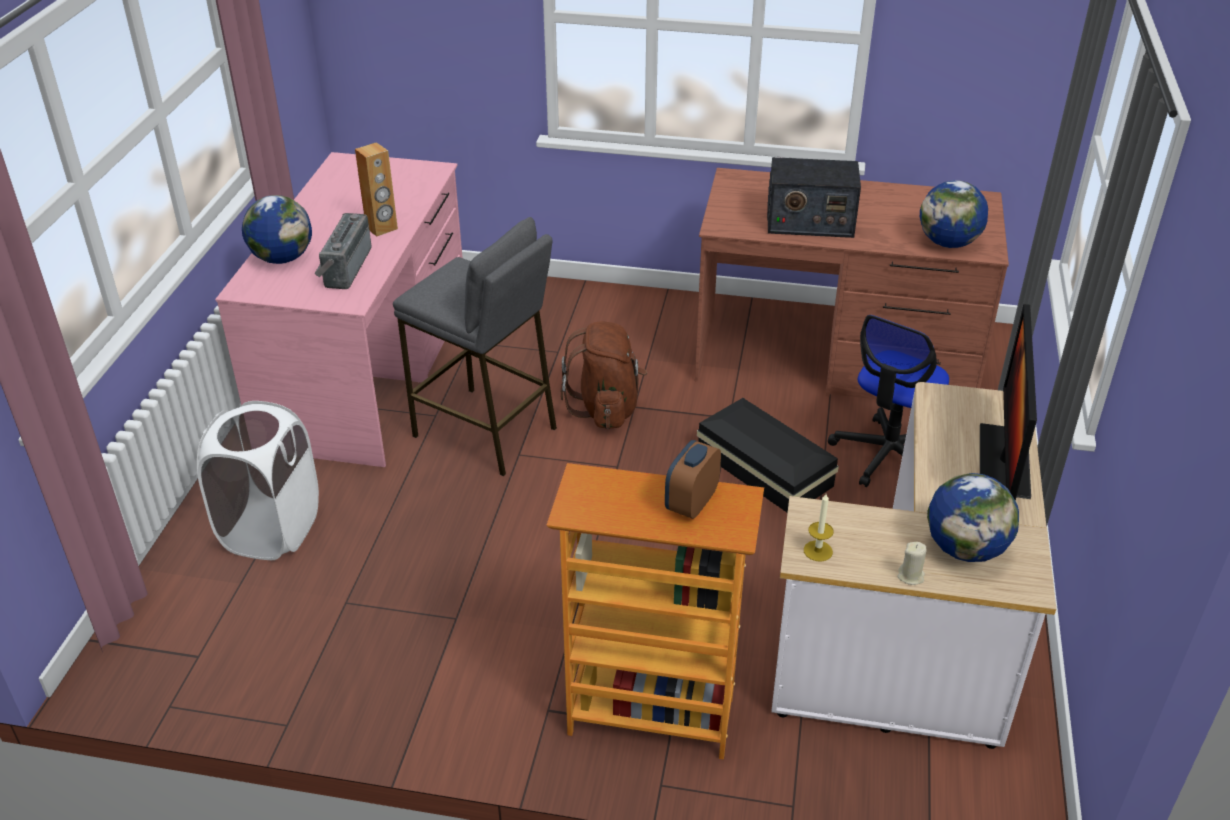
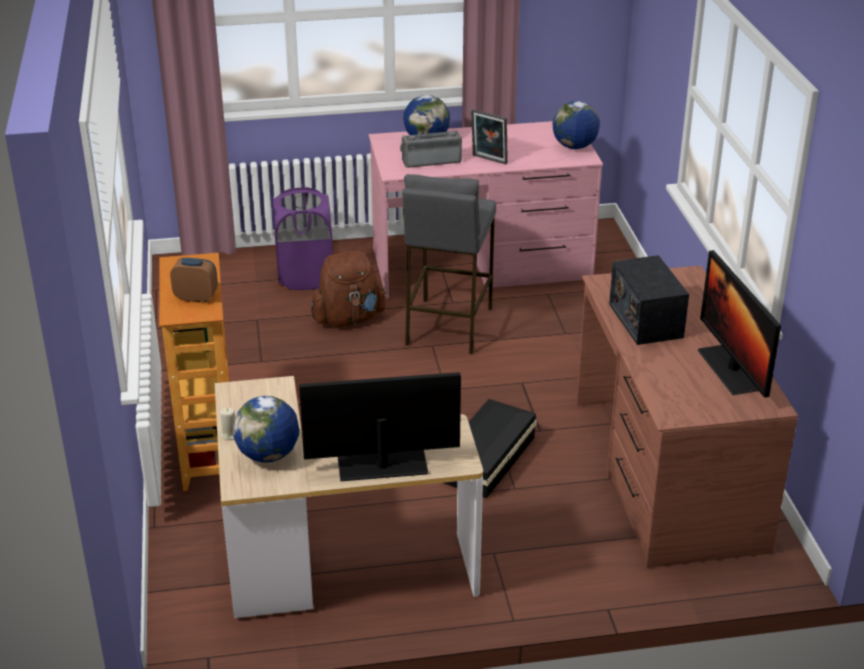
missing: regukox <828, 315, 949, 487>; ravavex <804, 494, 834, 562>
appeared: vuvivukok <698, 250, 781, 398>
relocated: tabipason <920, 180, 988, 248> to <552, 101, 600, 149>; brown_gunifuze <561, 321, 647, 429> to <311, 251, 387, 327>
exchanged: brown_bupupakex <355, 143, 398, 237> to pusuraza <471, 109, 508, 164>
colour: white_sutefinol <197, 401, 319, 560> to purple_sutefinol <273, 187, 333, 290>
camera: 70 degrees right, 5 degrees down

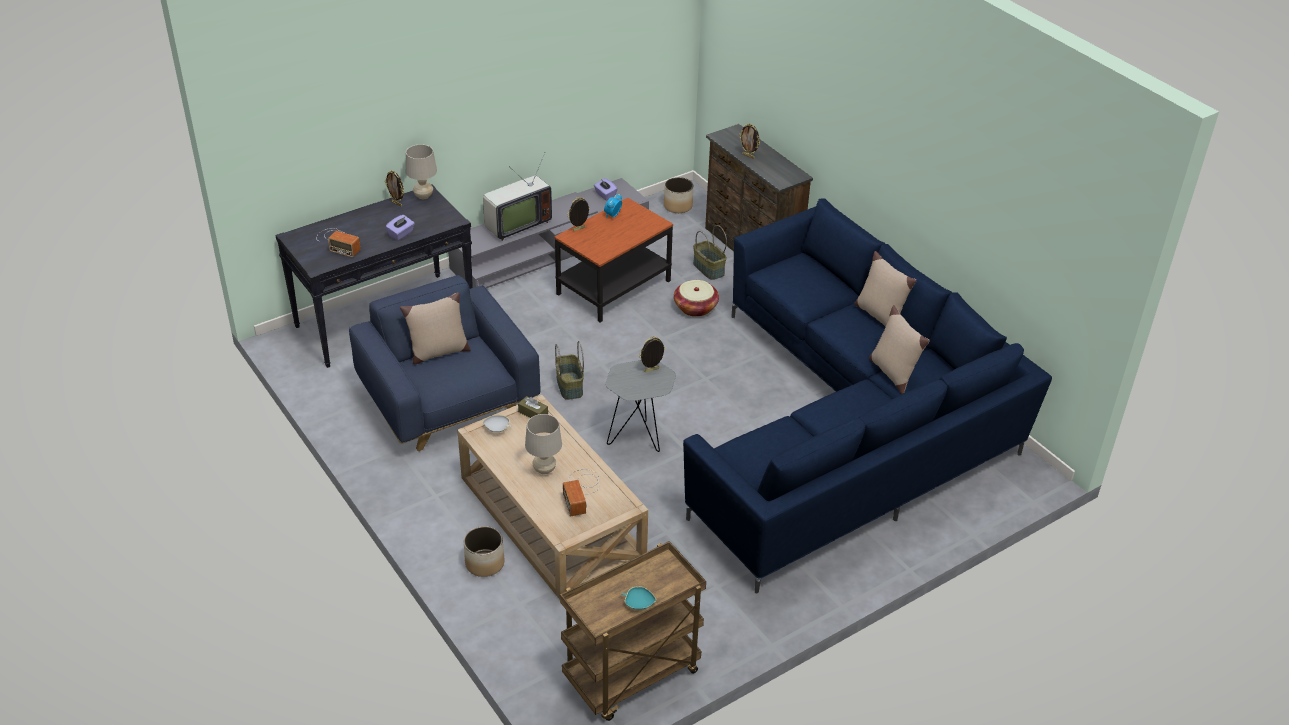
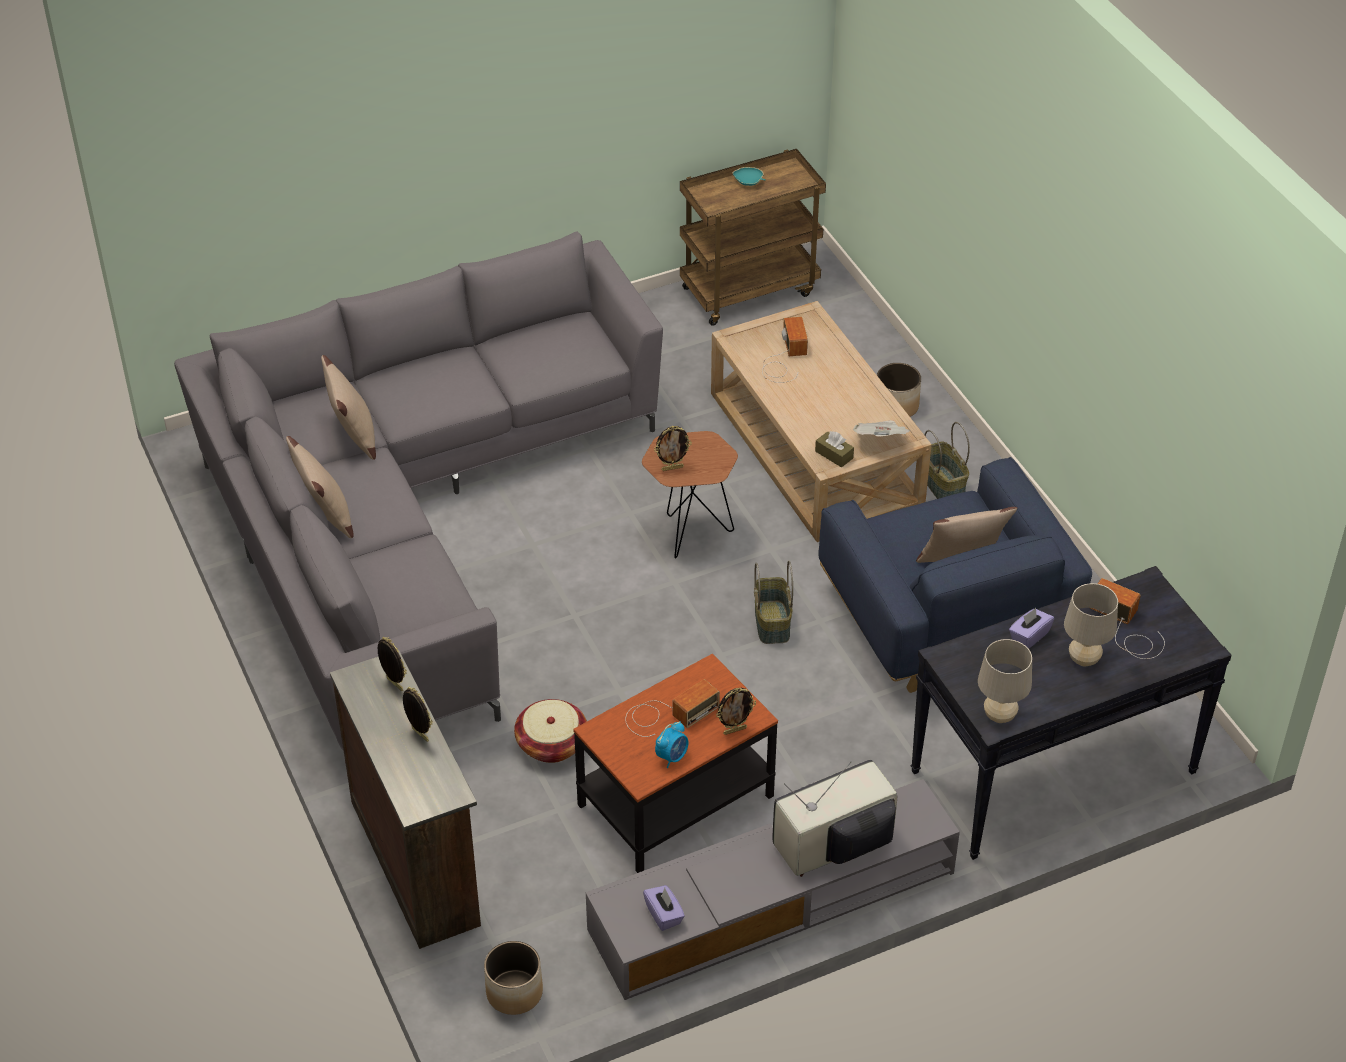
appeared: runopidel <625, 679, 720, 737>
relocated: pusuraza <385, 170, 404, 207> to <378, 637, 407, 691>; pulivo <693, 225, 727, 280> to <924, 422, 970, 499>; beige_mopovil <525, 414, 562, 475> to <1064, 583, 1118, 667>
exchanged: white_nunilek <483, 415, 512, 432> to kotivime <852, 420, 910, 437>
colour: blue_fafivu <683, 198, 1052, 594> to grey_fafivu <174, 231, 663, 749>; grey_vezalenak <605, 360, 676, 452> to brown_vezalenak <642, 431, 738, 559>
camera: 170 degrees left, 5 degrees up

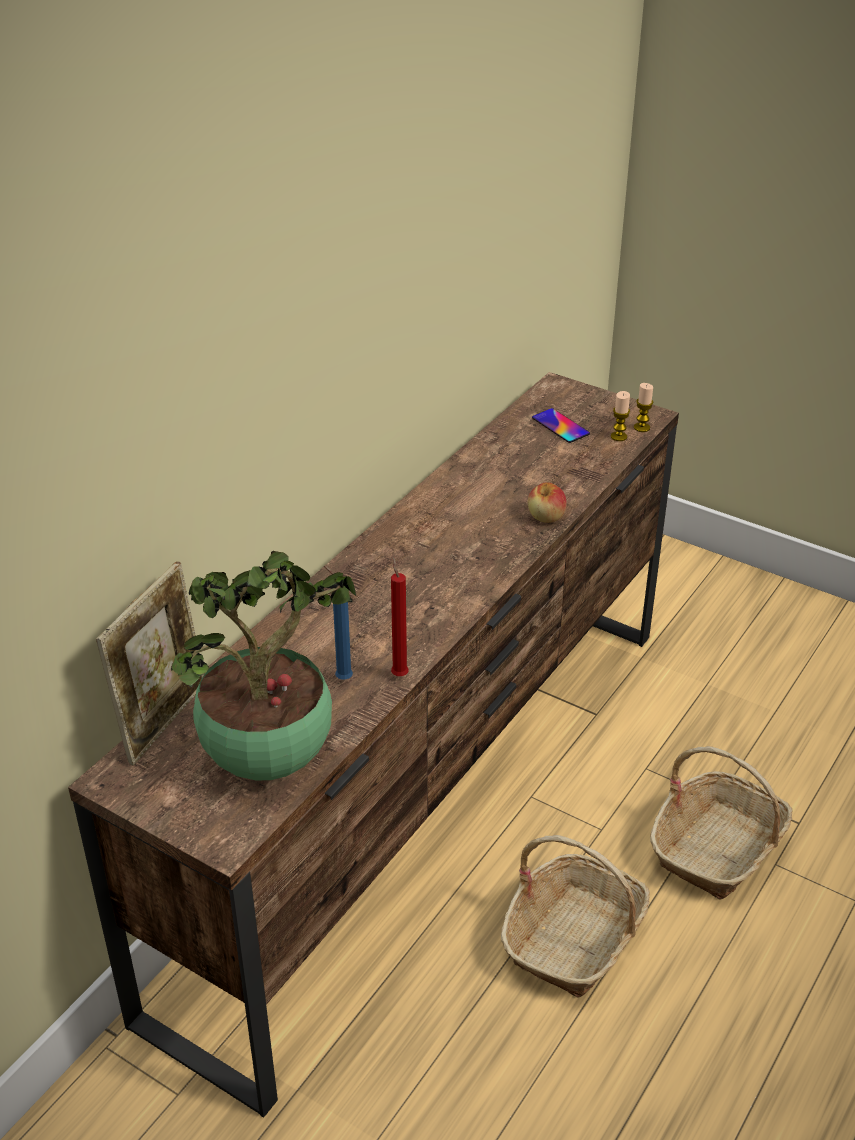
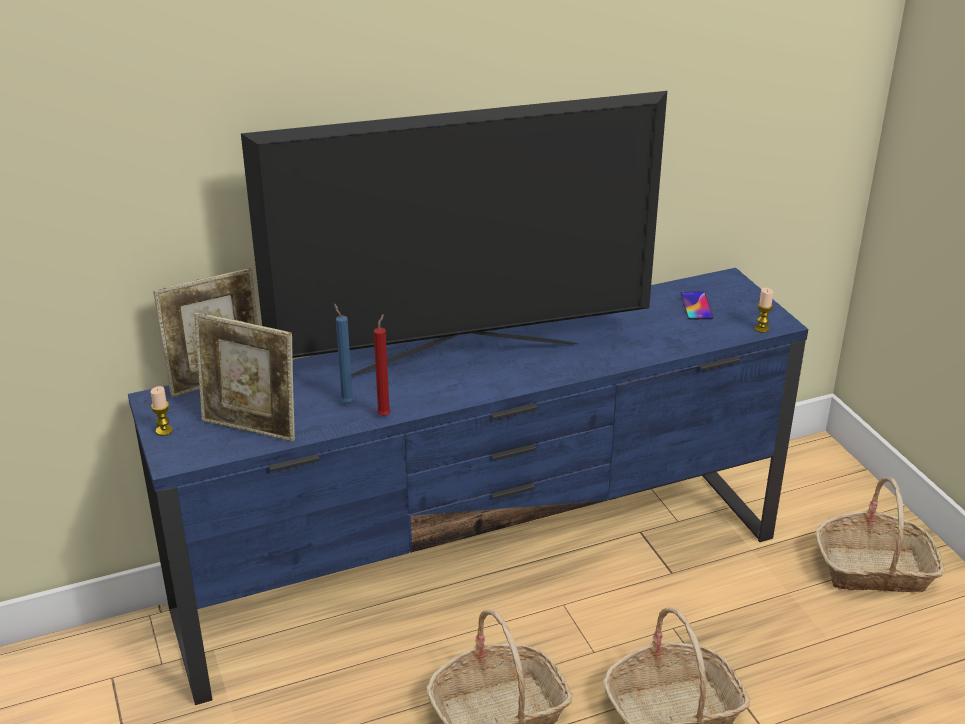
missing: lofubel <528, 482, 567, 523>
appeared: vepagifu <241, 91, 667, 377>; pulivo <816, 477, 945, 592>
relocated: ravavex <611, 391, 630, 441> to <151, 386, 173, 436>
exchanged: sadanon <171, 551, 356, 781> to pusuraza <194, 312, 295, 441>
colour: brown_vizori <68, 372, 679, 1118> to blue_vizori <128, 268, 808, 705>
camera: 35 degrees right, 5 degrees down

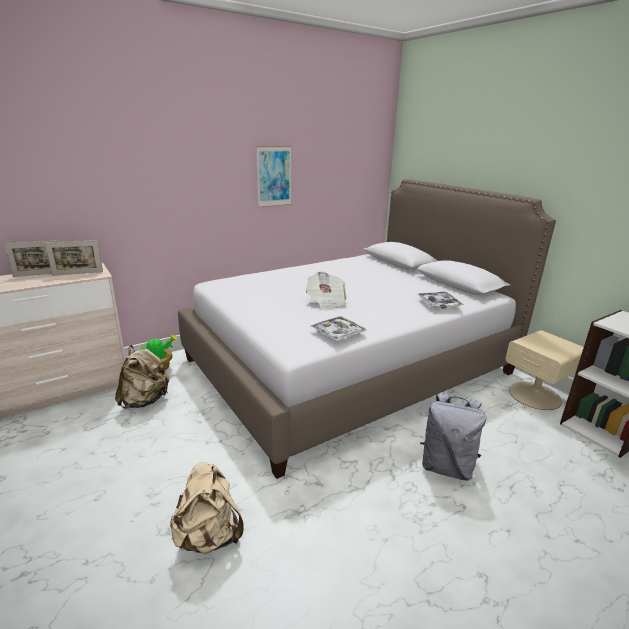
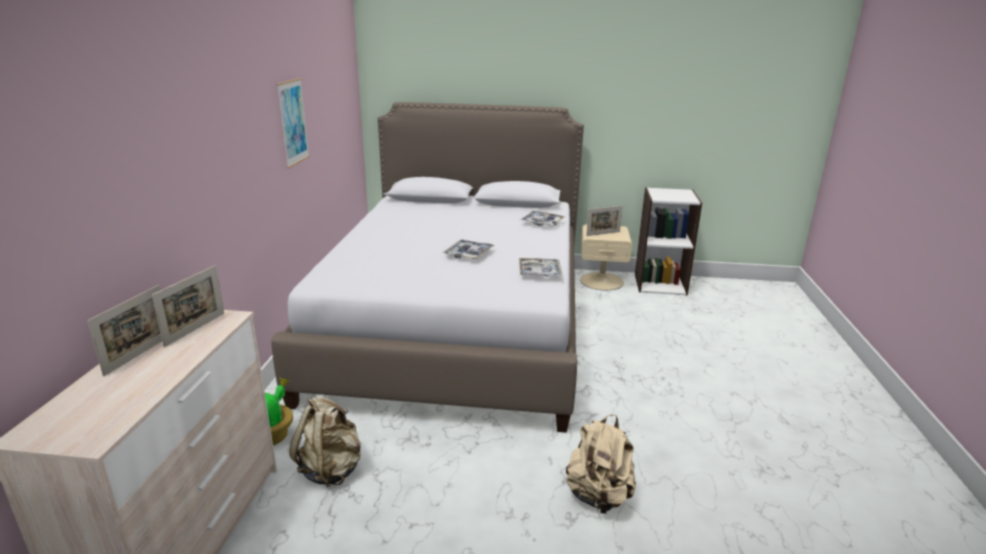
missing: grey_gunifuze <420, 393, 486, 480>
appeared: pusuraza <586, 206, 623, 236>
exchanged: kotivime <306, 271, 347, 311> to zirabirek <443, 240, 495, 259>
camera: 50 degrees left, 0 degrees up

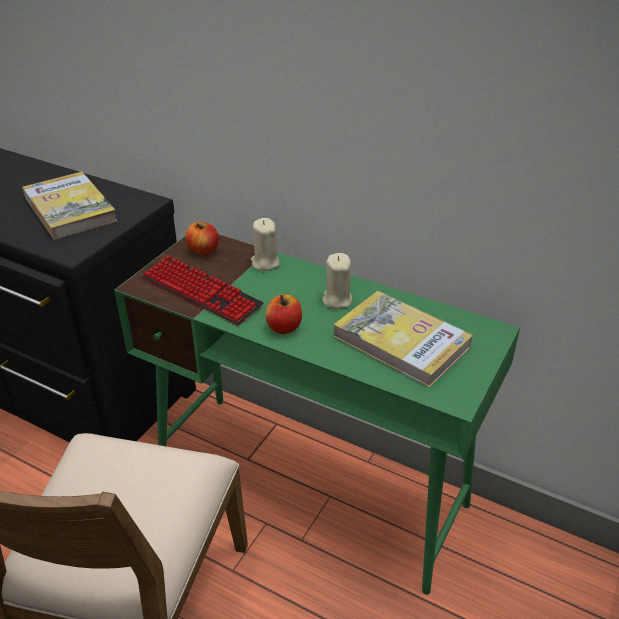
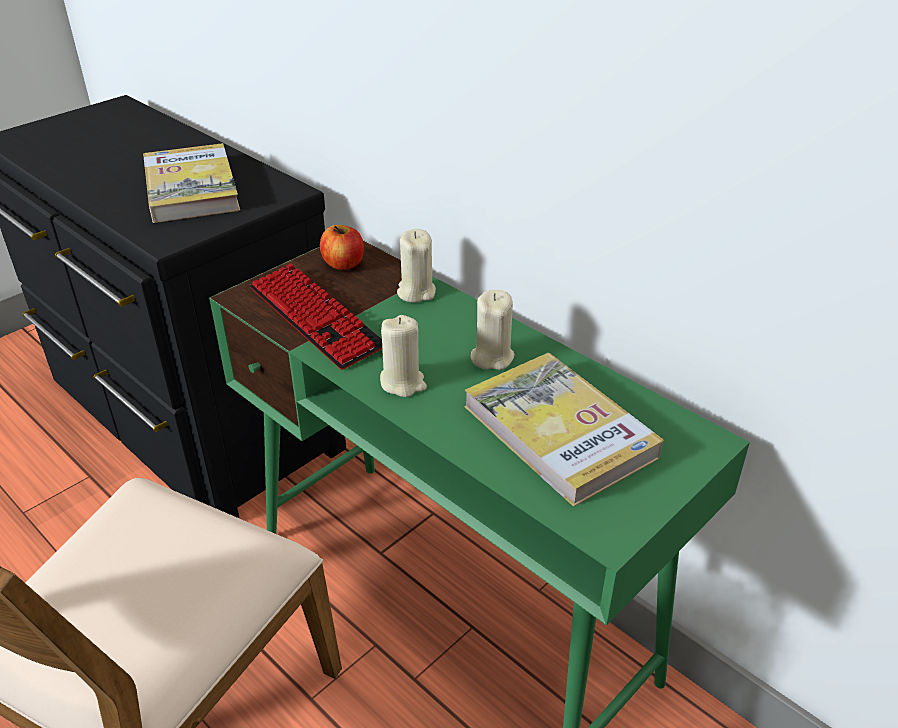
exchanged: lofubel <265, 295, 302, 334> to beige_ravavex <380, 315, 427, 397>
camera: 15 degrees right, 0 degrees up

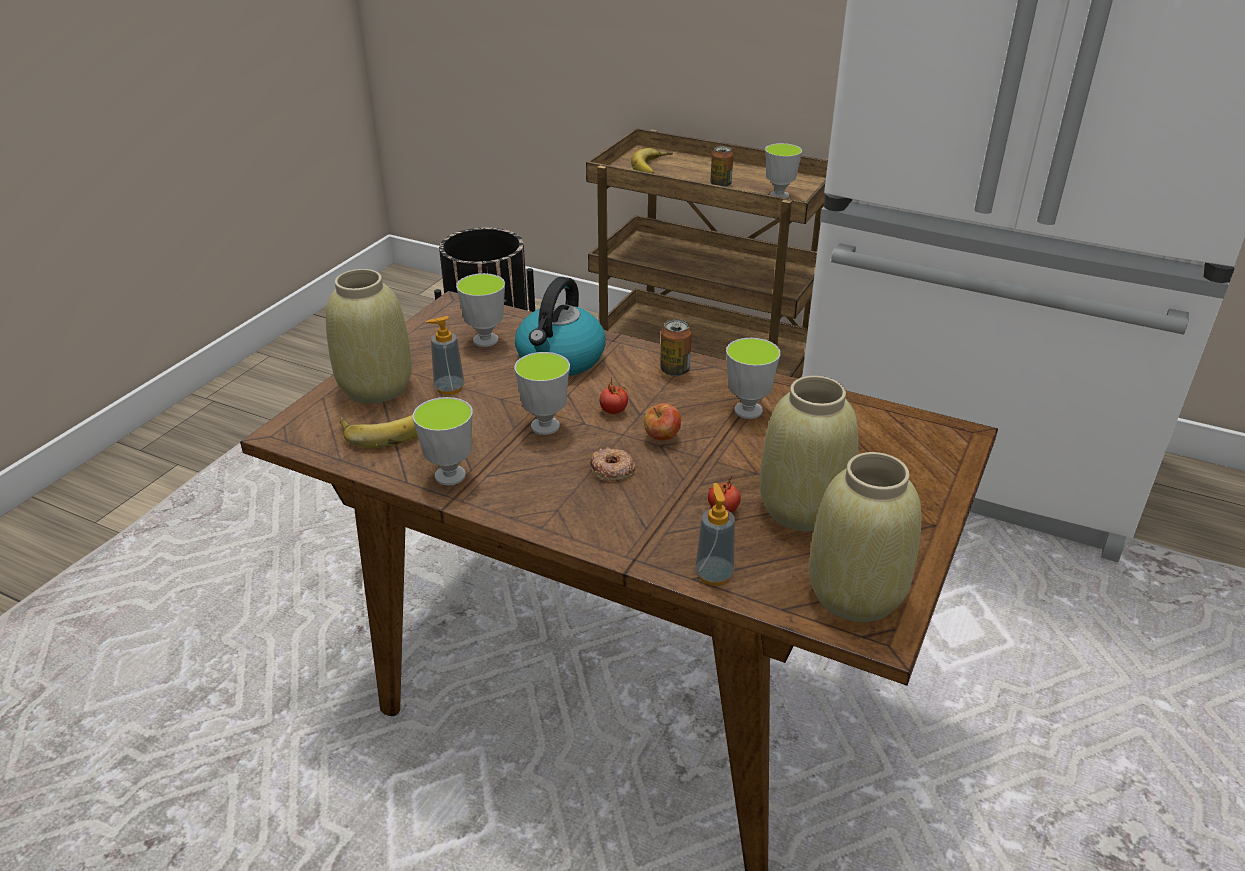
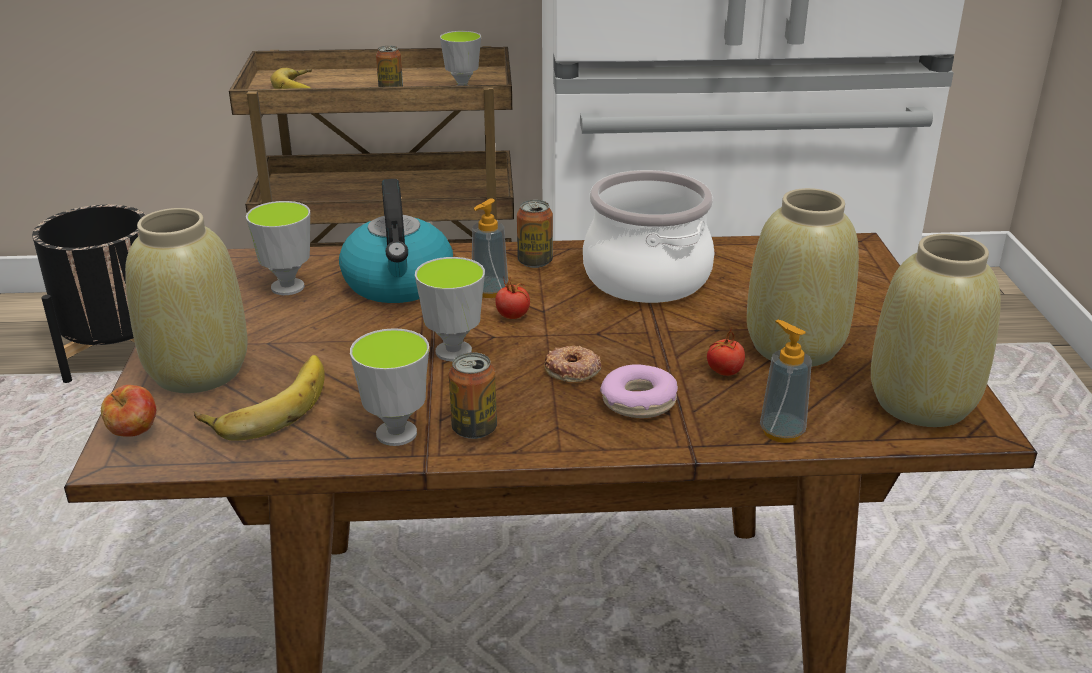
appeared: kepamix <449, 353, 497, 439>; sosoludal <600, 364, 678, 418>
relocated: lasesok <425, 316, 465, 395> to <472, 198, 508, 298>; lofubel <644, 403, 681, 440> to <101, 385, 156, 437>
exchanged: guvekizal <726, 338, 781, 419> to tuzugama <583, 170, 715, 303>
camera: 30 degrees left, 5 degrees down

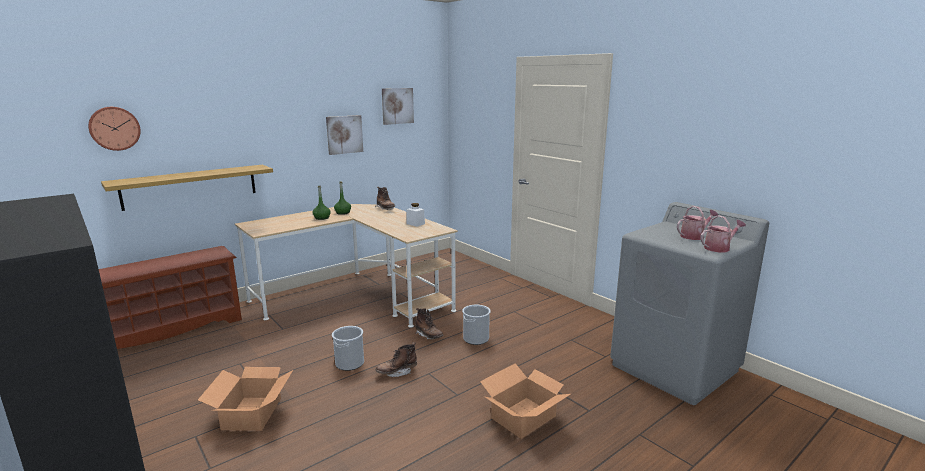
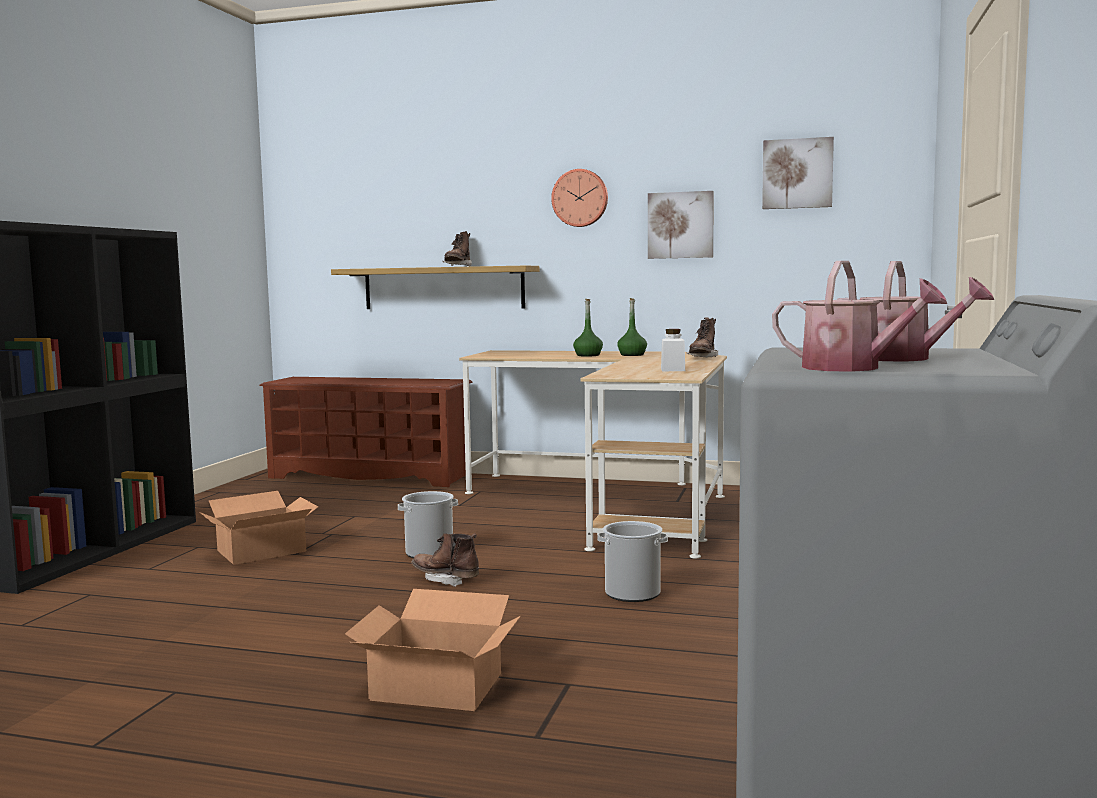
relocated: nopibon <88, 107, 141, 151> to <551, 169, 608, 227>; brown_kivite <416, 308, 444, 339> to <443, 231, 472, 266>
camera: 55 degrees right, 10 degrees down

